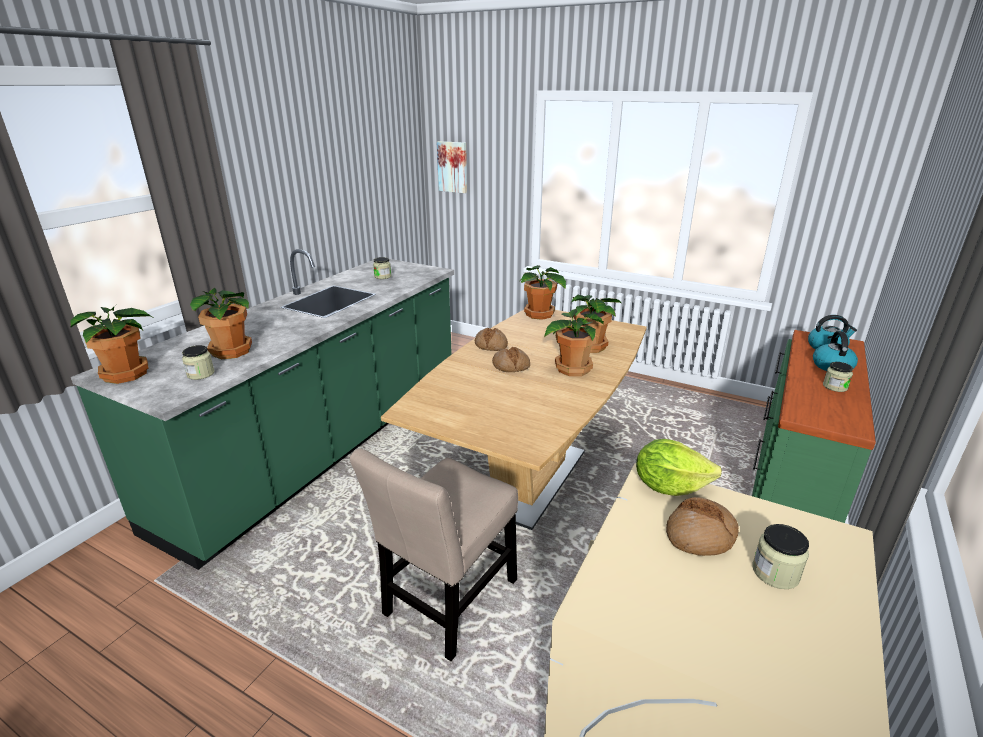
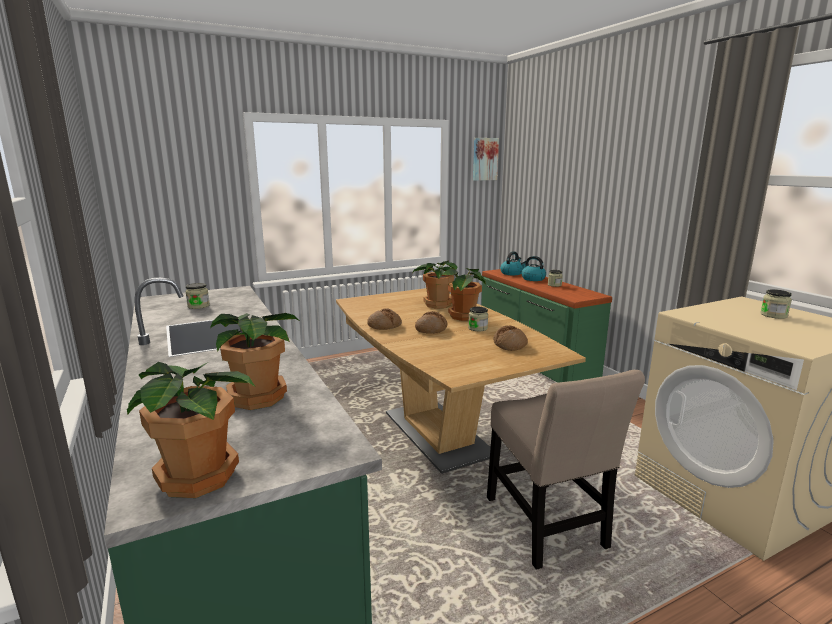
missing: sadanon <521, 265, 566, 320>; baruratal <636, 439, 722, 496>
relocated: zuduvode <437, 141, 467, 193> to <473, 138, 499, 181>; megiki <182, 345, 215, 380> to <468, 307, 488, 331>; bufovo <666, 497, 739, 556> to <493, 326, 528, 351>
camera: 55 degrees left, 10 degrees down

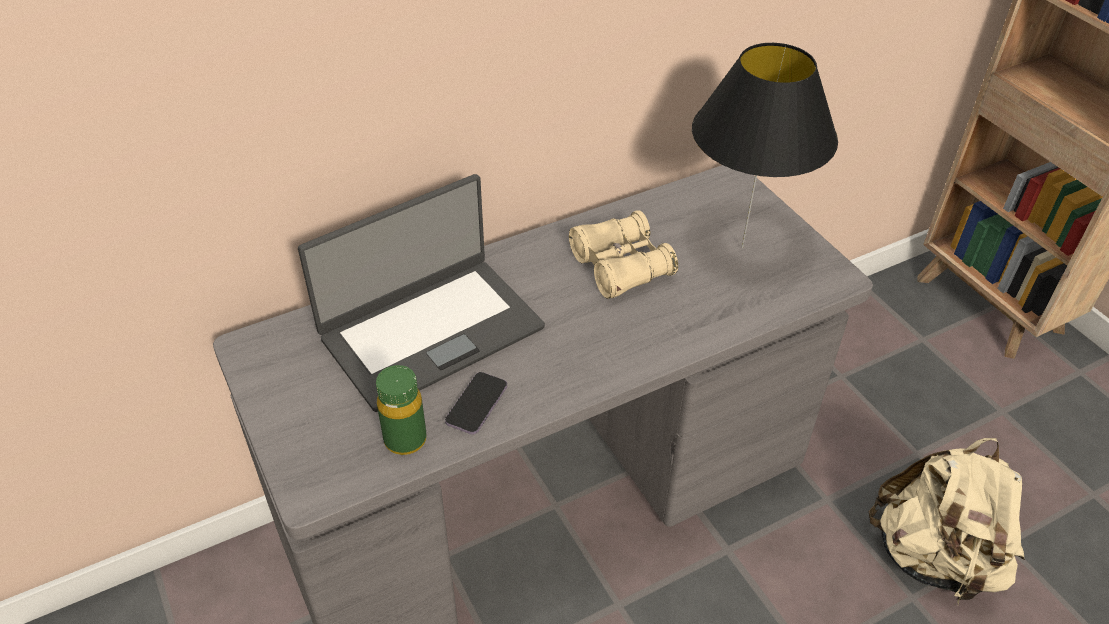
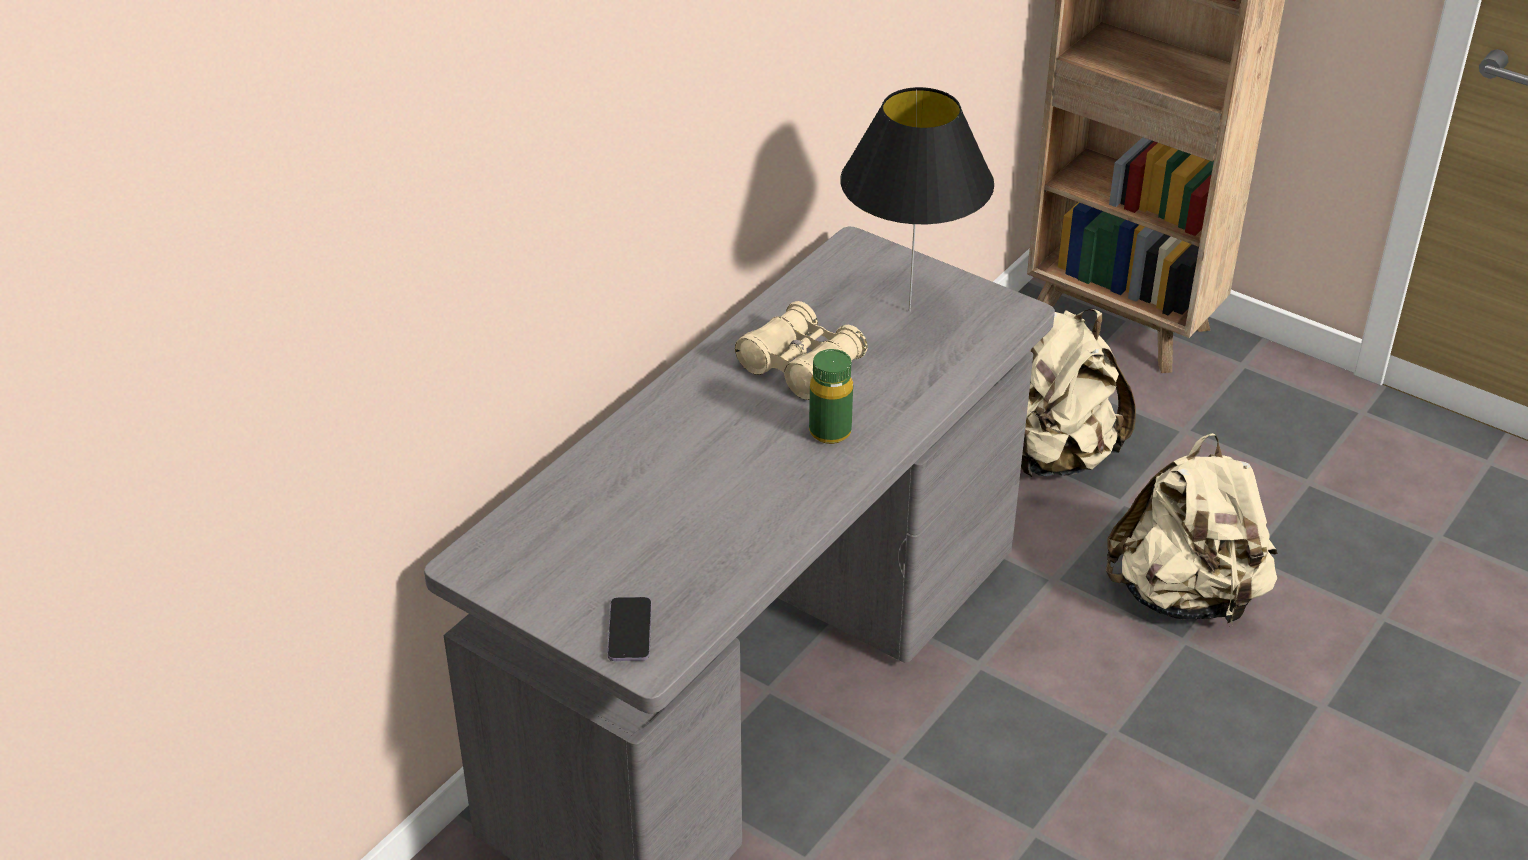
missing: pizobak <298, 174, 545, 412>
appeared: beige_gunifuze <1021, 309, 1136, 477>
relocated: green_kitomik <376, 365, 426, 455> to <809, 349, 853, 444>; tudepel <445, 372, 507, 434> to <608, 597, 651, 661>
camera: 25 degrees left, 5 degrees down

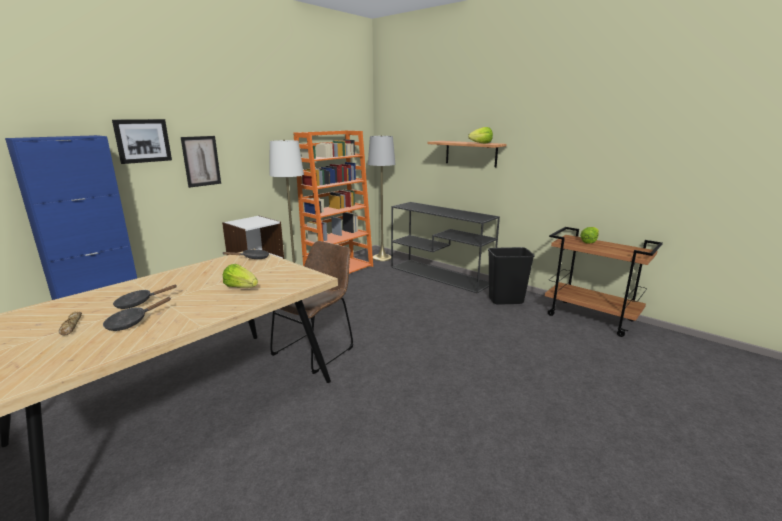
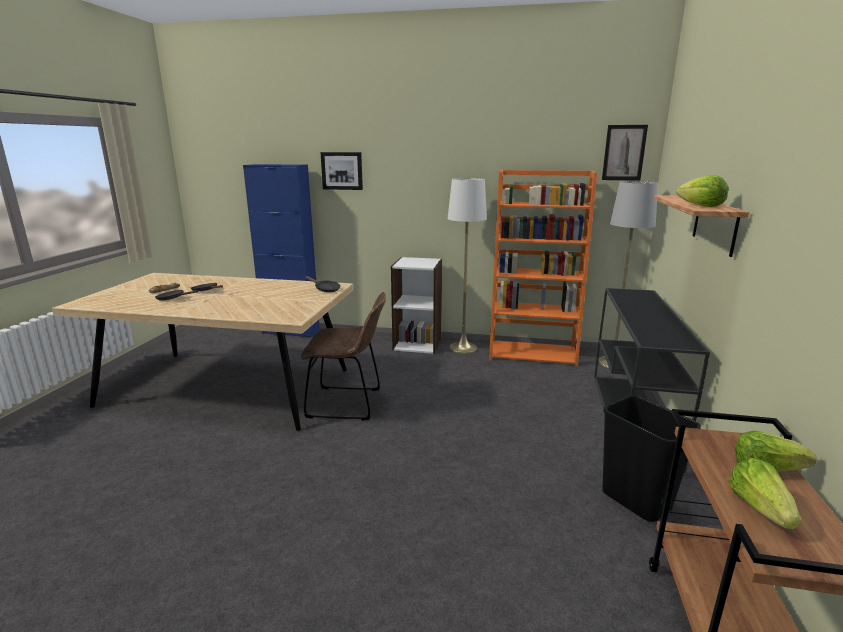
relocated: zuduvode <181, 136, 221, 188> to <602, 125, 648, 181>; baruratal <223, 264, 258, 288> to <728, 458, 801, 529>
camera: 60 degrees right, 0 degrees up

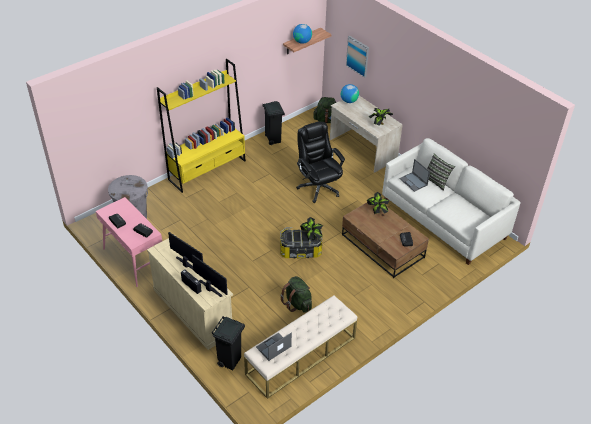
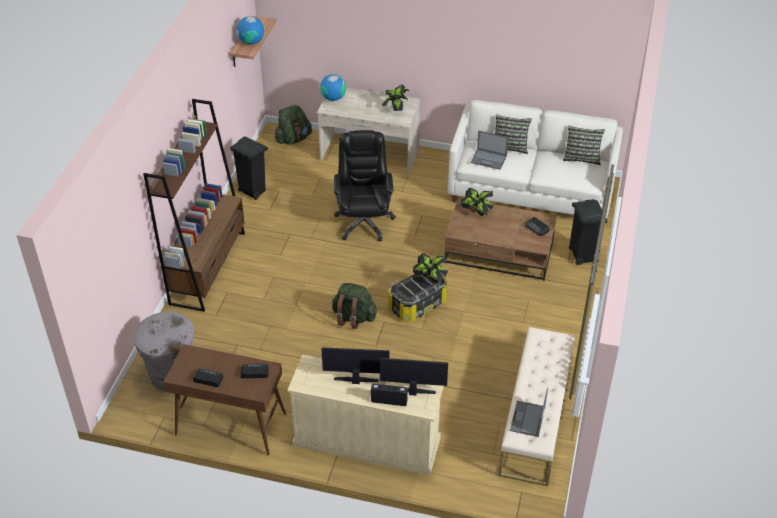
missing: zuduvode <346, 36, 369, 78>
appeared: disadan <563, 126, 605, 165>
relocated: green_gunifuze <280, 276, 312, 313> to <332, 283, 377, 329>; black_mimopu <211, 316, 245, 370> to <569, 199, 607, 265>
colour: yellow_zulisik <157, 59, 246, 193> to brown_zulisik <143, 99, 245, 312>; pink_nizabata <96, 197, 162, 287> to brown_nizabata <164, 344, 286, 455>
spun: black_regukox <296, 121, 345, 203> = <334, 130, 396, 241> 60 degrees clockwise
camera: 35 degrees left, 0 degrees up

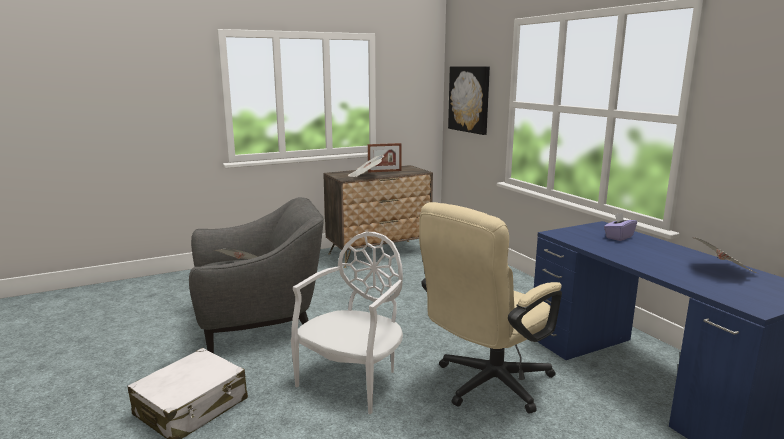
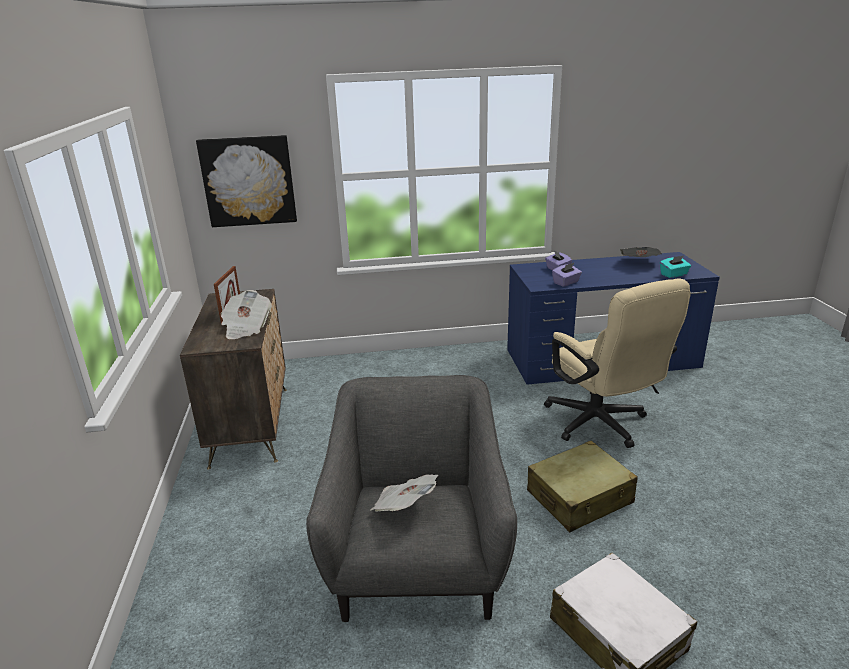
appeared: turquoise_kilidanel <660, 255, 691, 278>; purple_kilidanel <552, 263, 582, 287>
exchanged: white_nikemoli <291, 232, 403, 414> to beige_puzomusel <527, 441, 638, 532>
camera: 70 degrees left, 10 degrees up

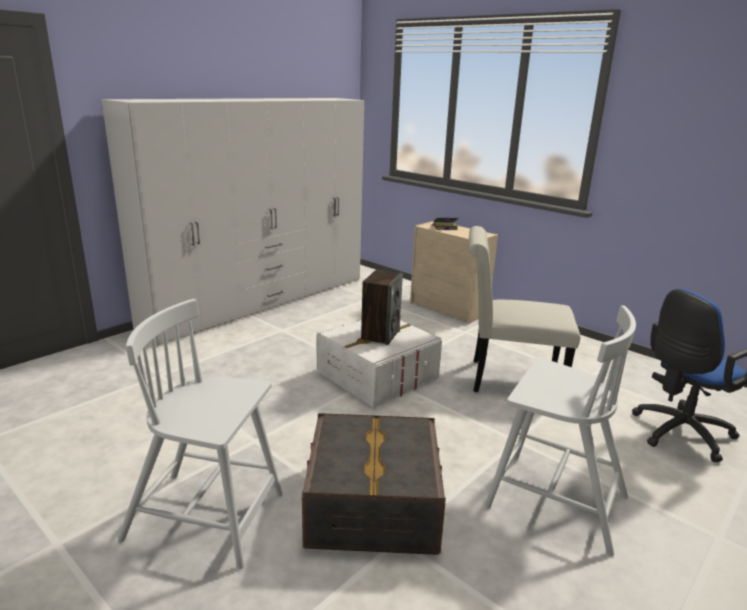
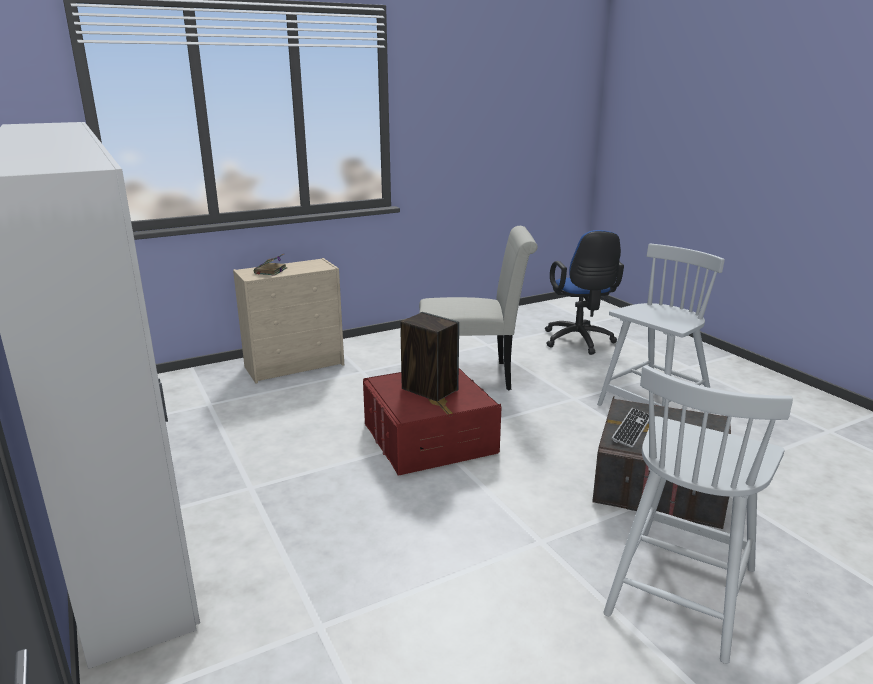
appeared: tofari <611, 408, 649, 448>
colour: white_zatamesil <317, 319, 442, 408> to red_zatamesil <363, 368, 502, 476>
spun: white_nikemoli <469, 226, 581, 392> = <419, 226, 538, 390> 120 degrees counterclockwise
camera: 70 degrees left, 0 degrees up

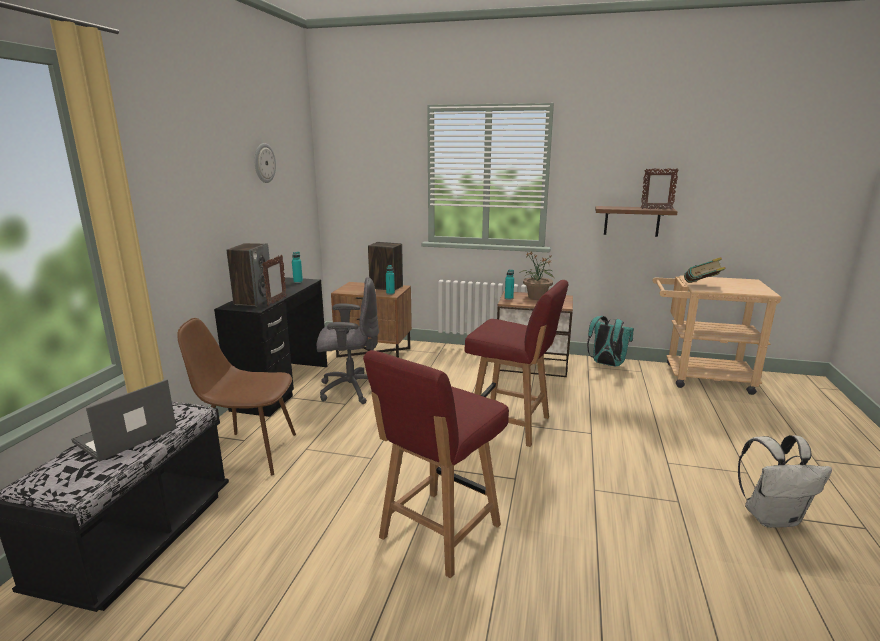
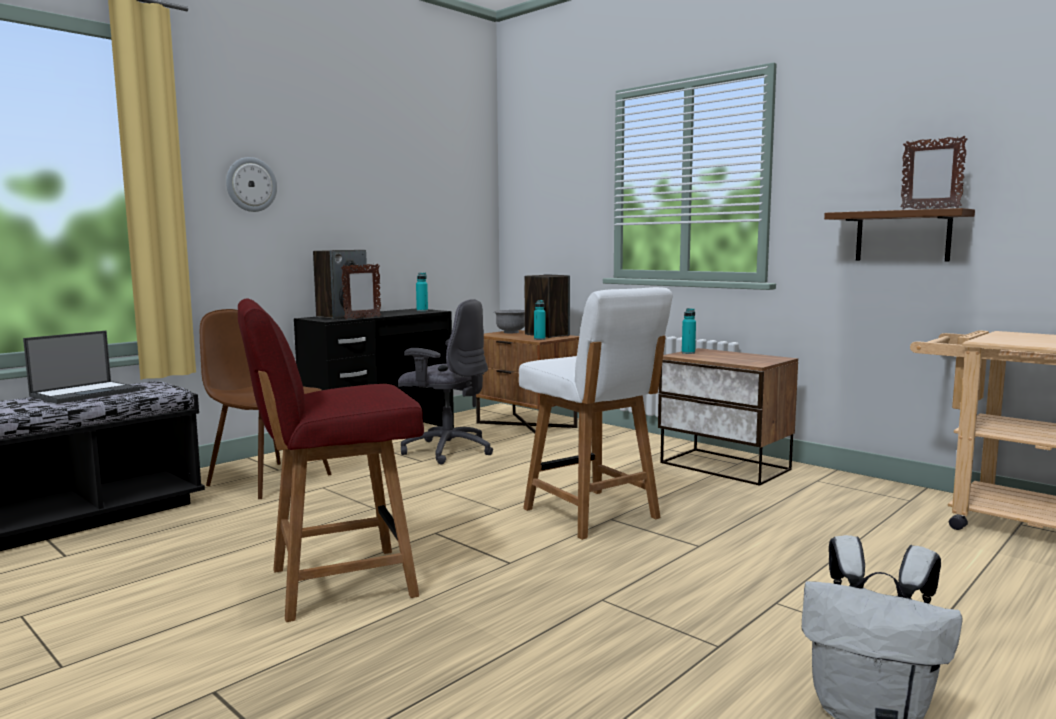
missing: sadanon <519, 252, 555, 300>; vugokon <684, 257, 726, 283>; turquoise_gunifuze <587, 316, 634, 366>
appeared: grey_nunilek <494, 310, 525, 333>
relocated: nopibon <255, 143, 276, 183> to <226, 157, 277, 212>
colour: red_nikemoli <464, 280, 569, 447> to white_nikemoli <519, 287, 673, 540>
spun: pizobak <71, 379, 176, 462> = <23, 331, 140, 404> 150 degrees clockwise
camera: 30 degrees right, 10 degrees down

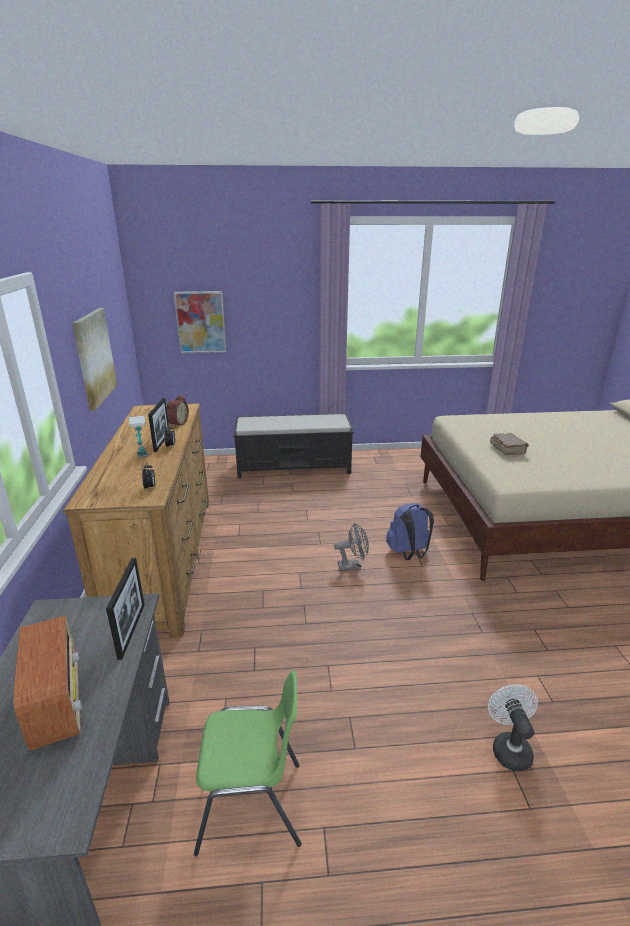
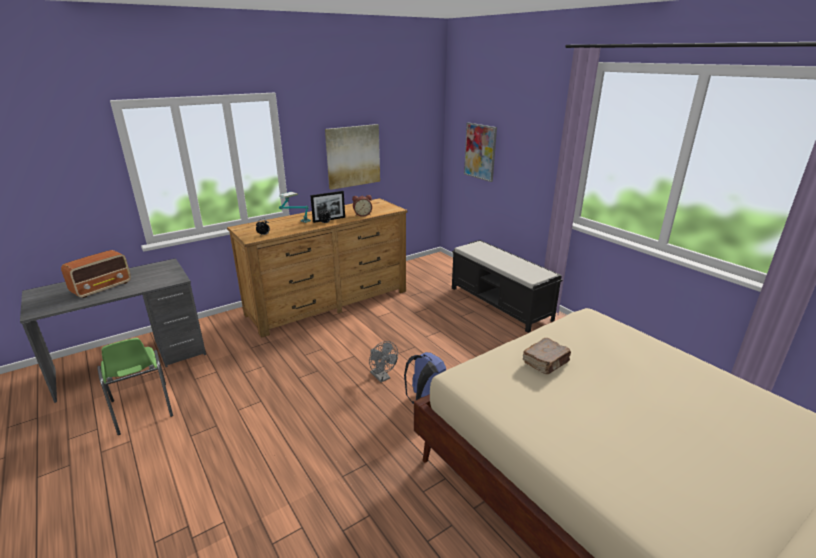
missing: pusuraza <106, 558, 145, 660>; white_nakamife <488, 685, 538, 771>
camera: 60 degrees right, 0 degrees up

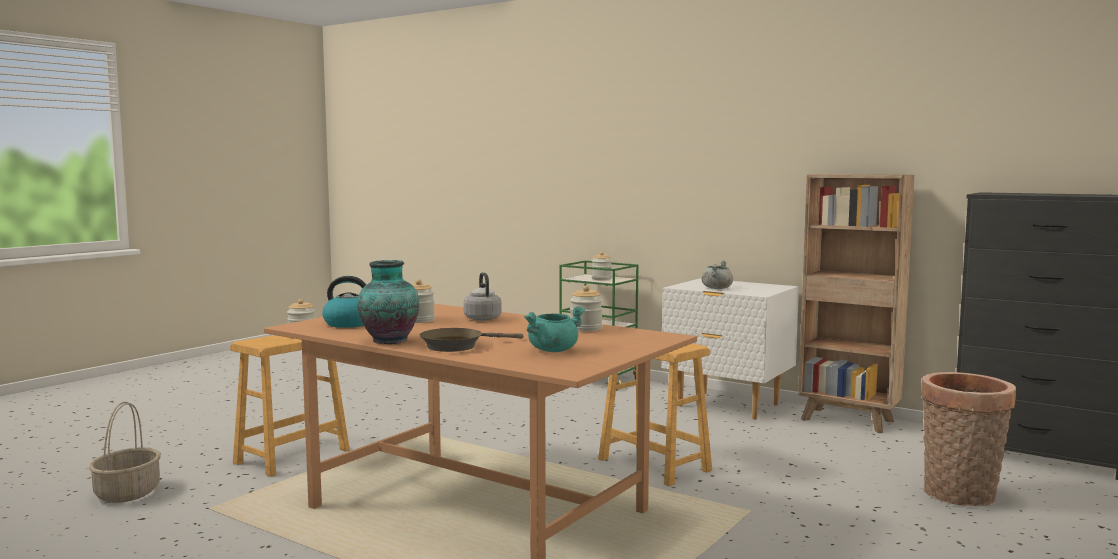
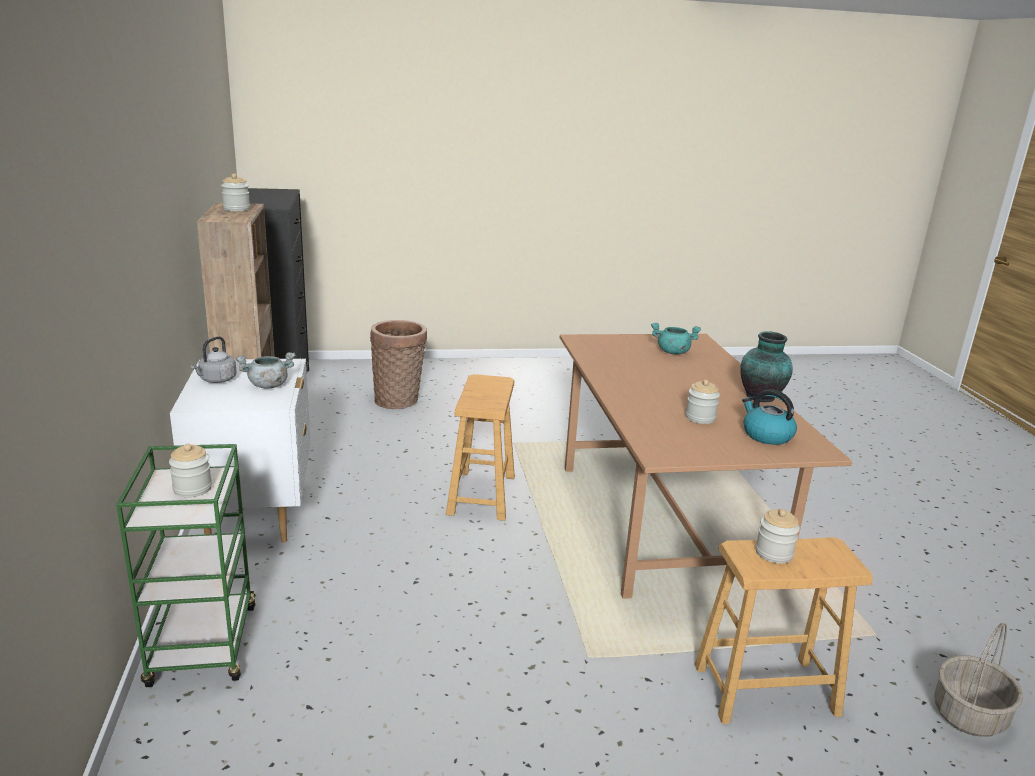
missing: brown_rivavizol <420, 328, 523, 352>
relocated: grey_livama <464, 272, 502, 321> to <191, 336, 236, 383>; megiki <570, 285, 602, 332> to <221, 173, 250, 211>
camera: 135 degrees left, 15 degrees up

